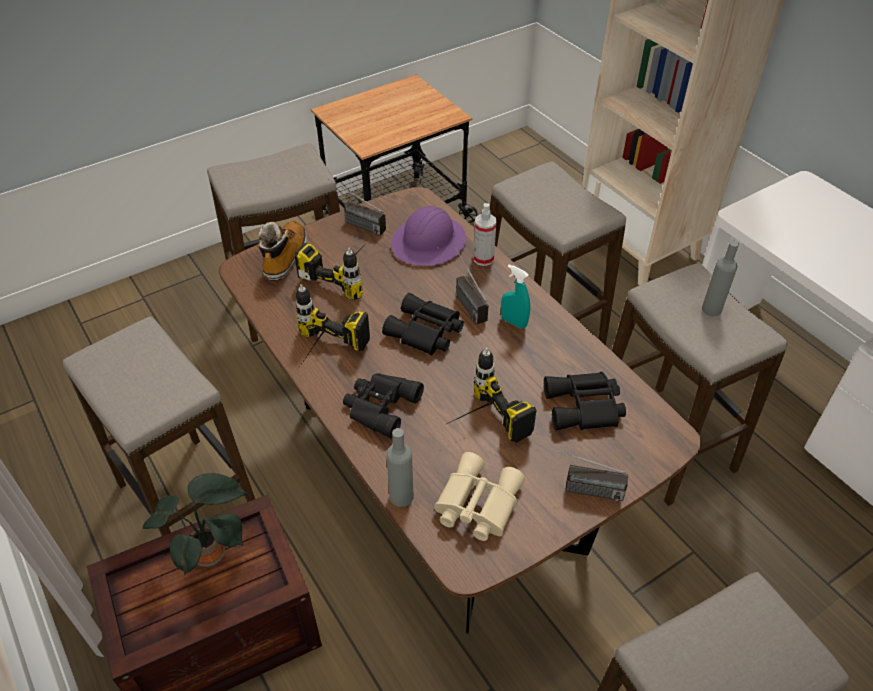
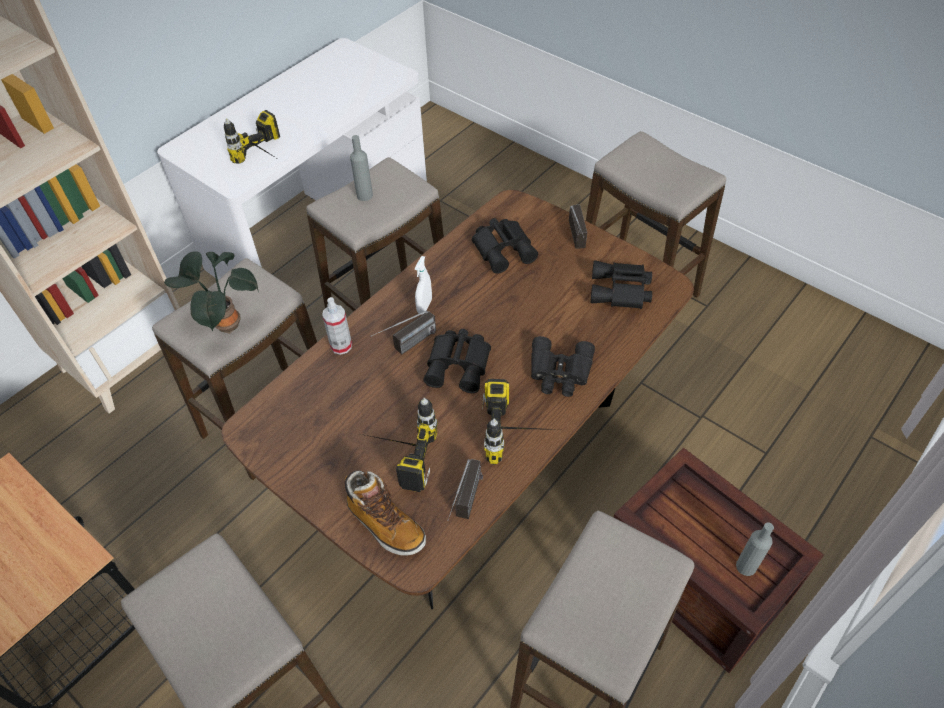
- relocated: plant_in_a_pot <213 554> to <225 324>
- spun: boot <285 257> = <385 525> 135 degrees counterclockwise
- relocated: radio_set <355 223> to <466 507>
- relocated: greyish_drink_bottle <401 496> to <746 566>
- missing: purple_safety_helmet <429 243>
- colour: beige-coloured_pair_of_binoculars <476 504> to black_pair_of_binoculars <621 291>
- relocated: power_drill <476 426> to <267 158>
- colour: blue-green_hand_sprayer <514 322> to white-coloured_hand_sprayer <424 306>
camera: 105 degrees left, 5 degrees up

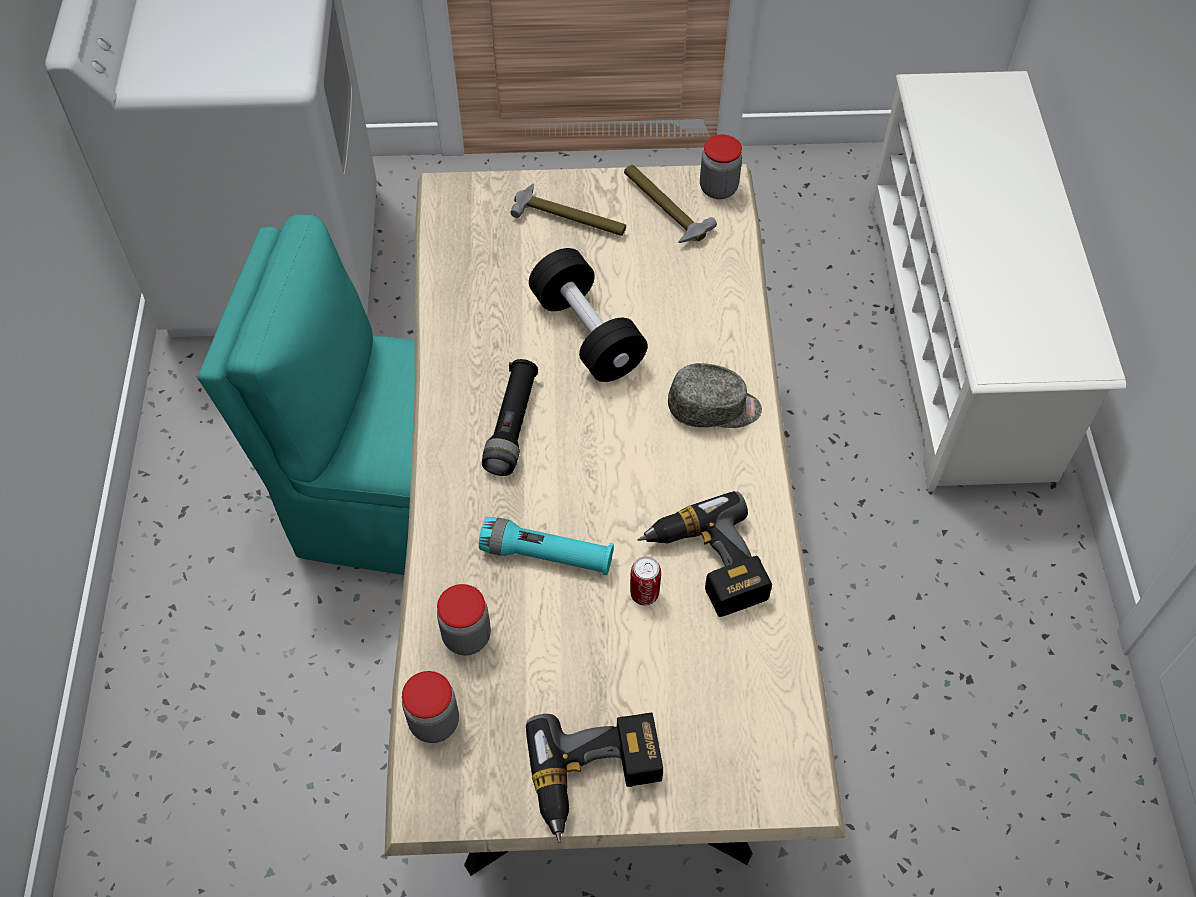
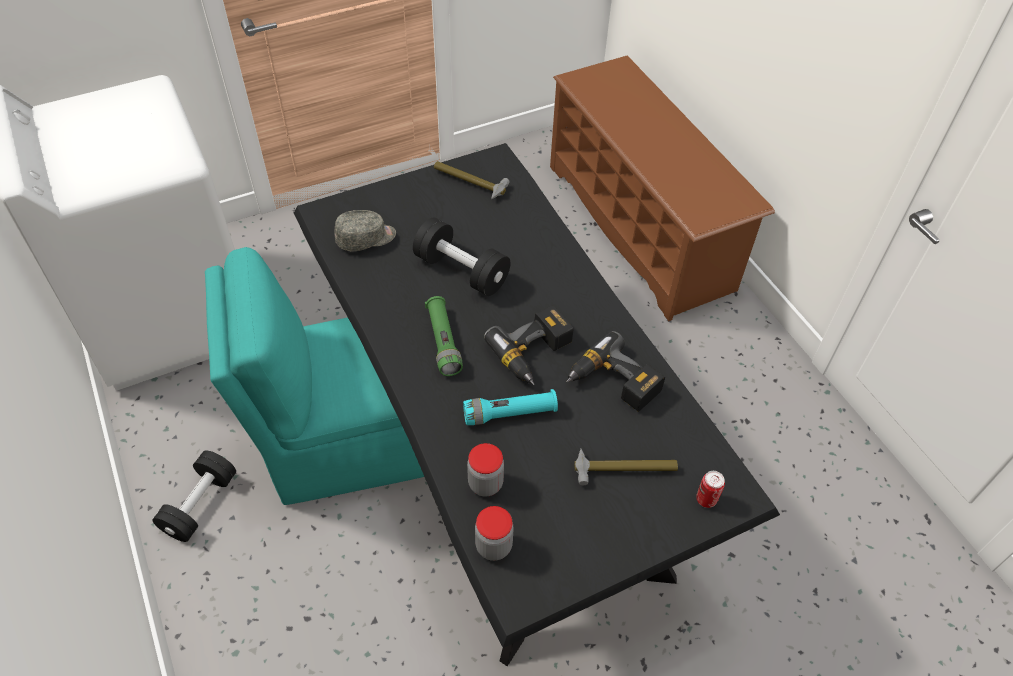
- colour: beige-coloured_kitchen_table <598 600> to black_kitchen_table <503 457>
- colour: black_hand_torch <512 425> to green_hand_torch <443 342>
- relocated: tool_hammer <570 219> to <624 469>
- relocated: power_drill <596 779> to <535 354>
- relocated: can <644 594> to <706 499>
- relocated: greyish_peaked_cap <714 408> to <366 238>
- missing: storage_jar <718 188>
- colour: white-coloured_shoe_rack <958 336> to brownish_shoe_rack <640 226>
- appeared: black_free_weight <200 504>
camera: 25 degrees left, 5 degrees down

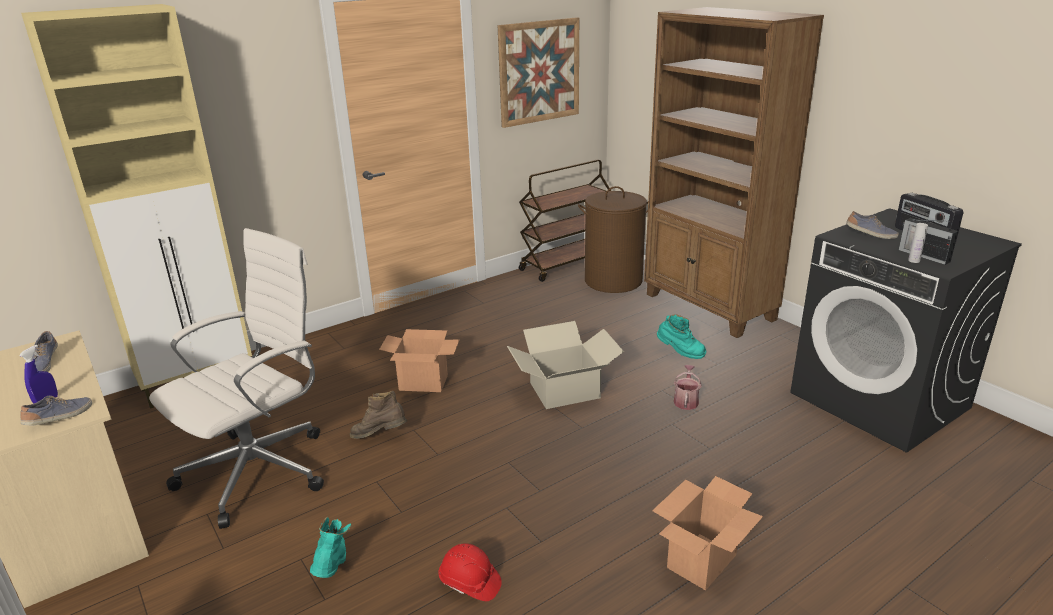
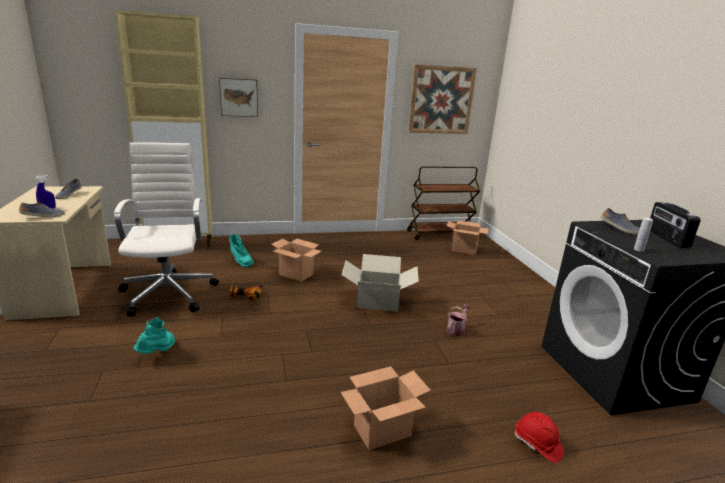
- spun: white-coloured_computer_chair <260 470> = <169 292> 75 degrees counterclockwise
- exchanged: brownish_boot <380 436> to power_drill <246 294>
- relocated: red-coloured_safety_helmet <469 583> to <537 444>
- exchanged: brownish_laundry_basket <613 281> to packing_box <464 250>
- missing: brownish_bookshelf <709 307>
- relocated: blue-green_boot <680 353> to <240 261>
- missing: radio_set <923 255>
- appeared: wall_picture <239 97>
camera: 20 degrees right, 5 degrees down

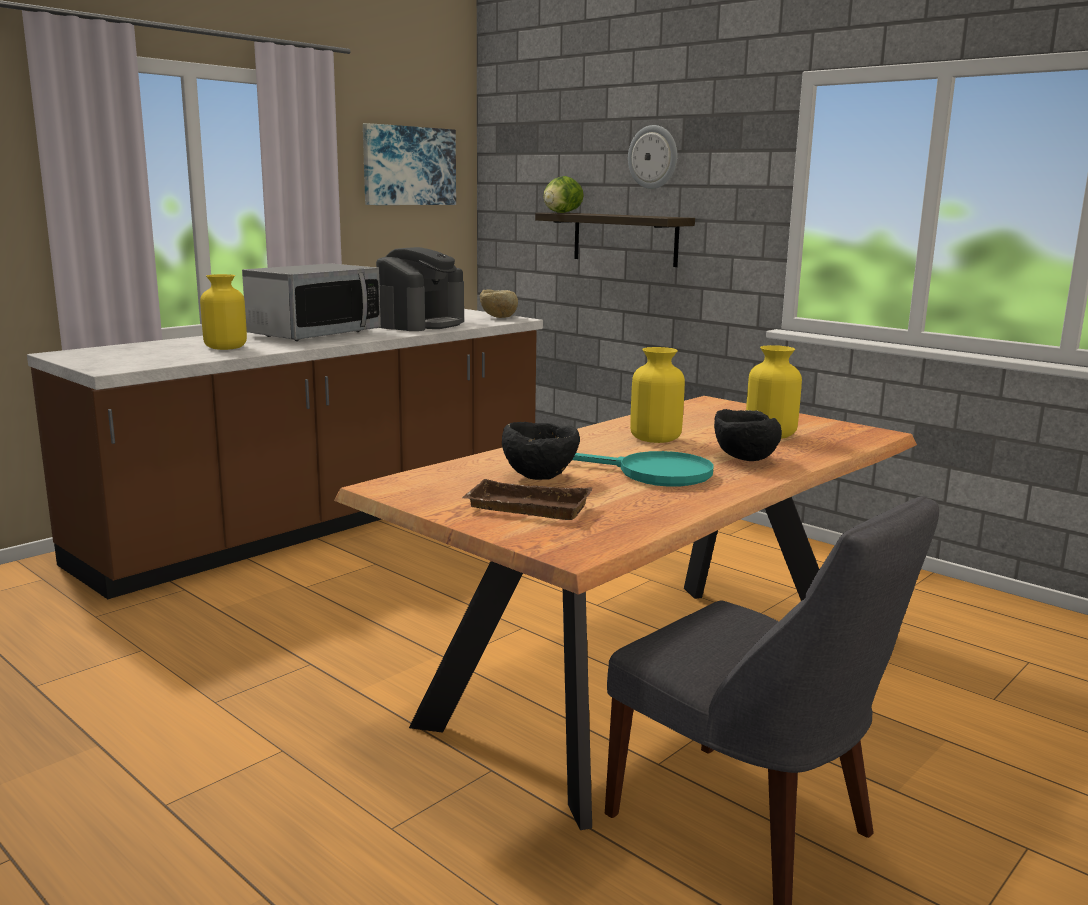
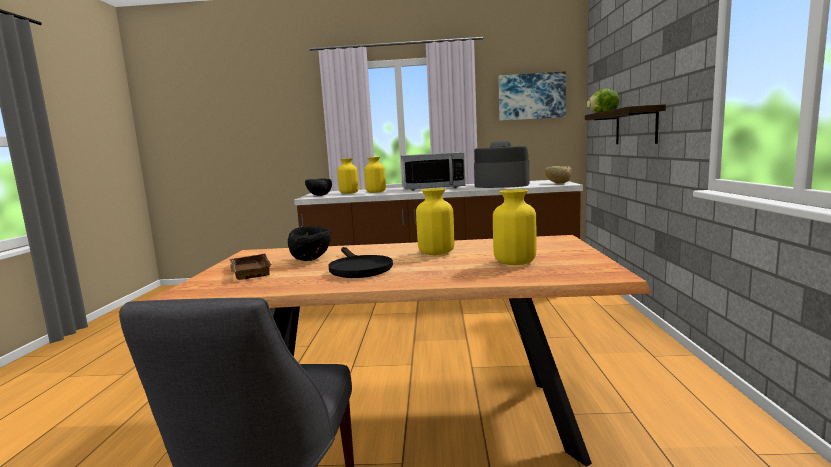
- spun: coffee_machine <421 324> = <501 185> 150 degrees counterclockwise
- colour: blue-green_skillet <651 474> to black_skillet <358 268>
- missing: hanging_clock <653 157>
- relocated: black_serving_bowl <743 460> to <319 195>
- appeared: yellowish_flower_vase <349 193>
camera: 50 degrees right, 5 degrees down

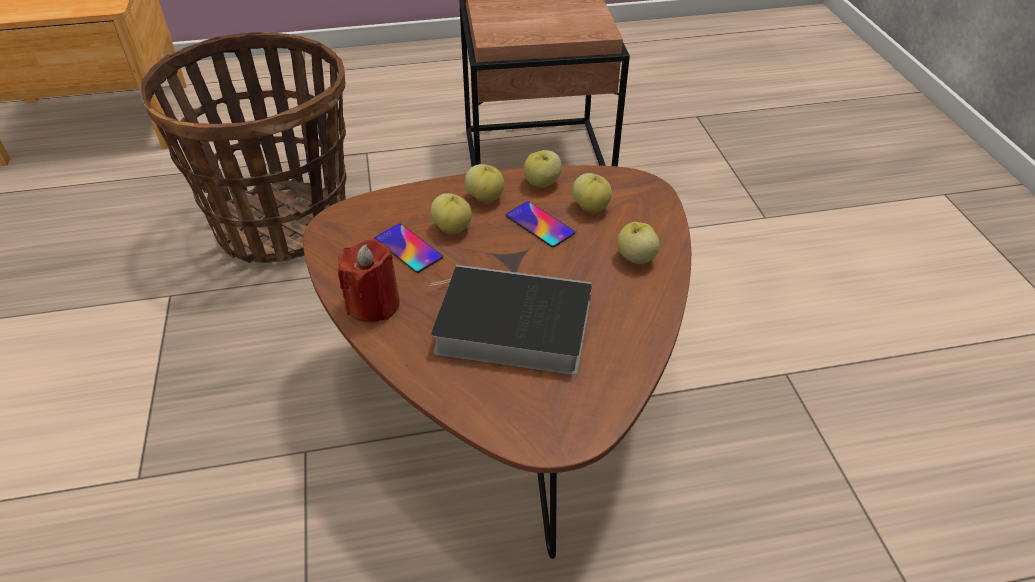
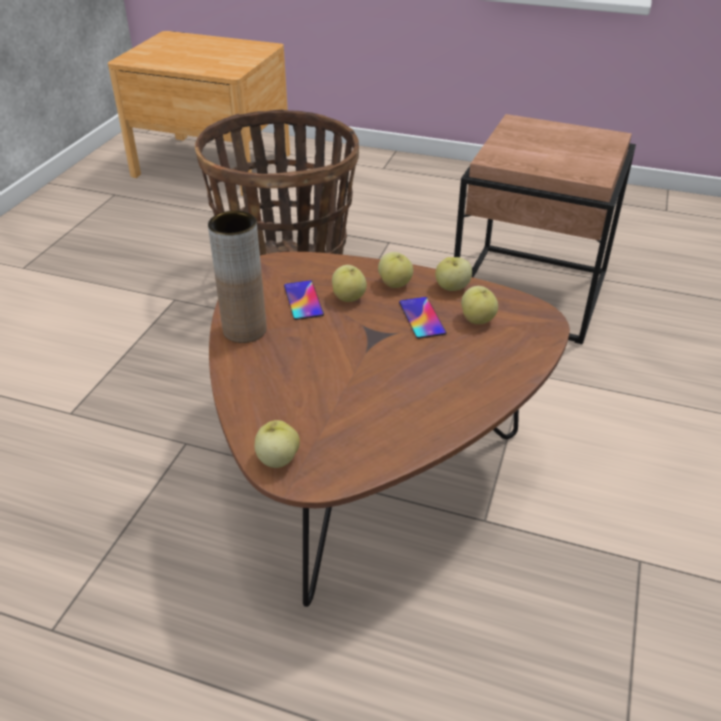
- exchanged: red-coloured_candle <373 304> to brownish_flower_vase <244 330>
- missing: book <508 326>
- relocated: apple_fruit <635 258> to <277 459>
camera: 30 degrees right, 5 degrees down

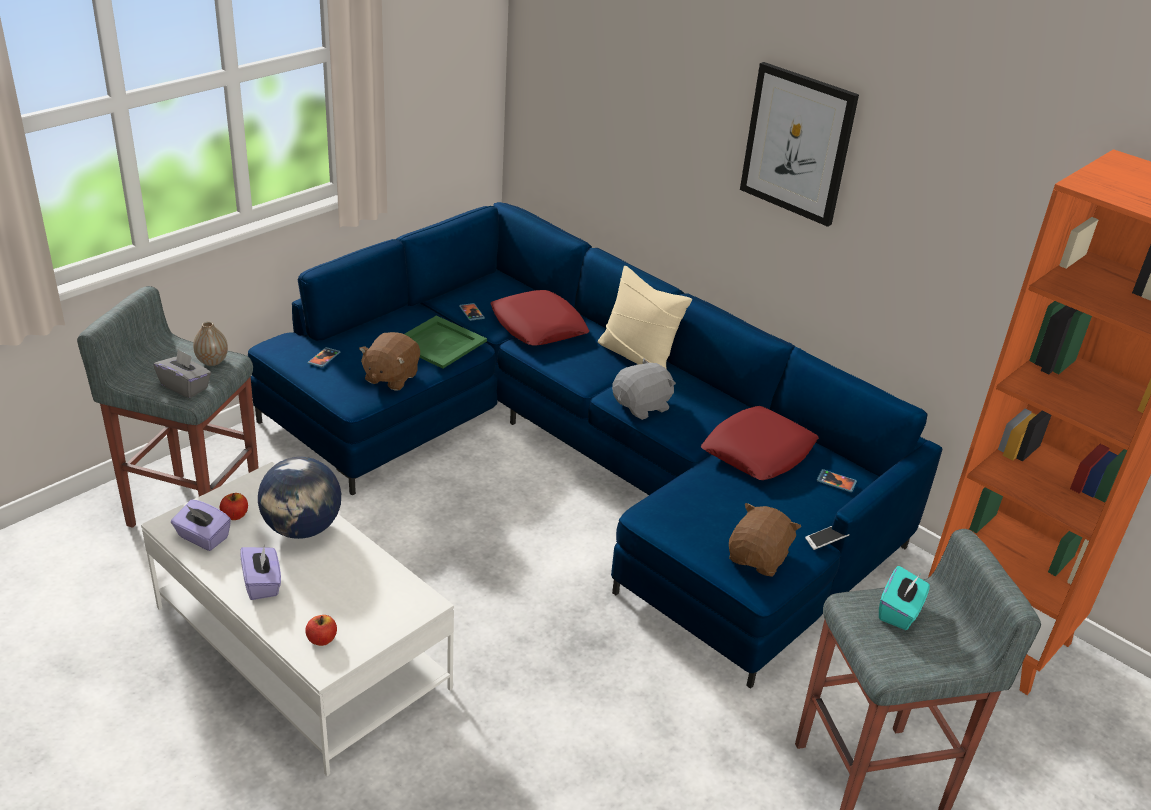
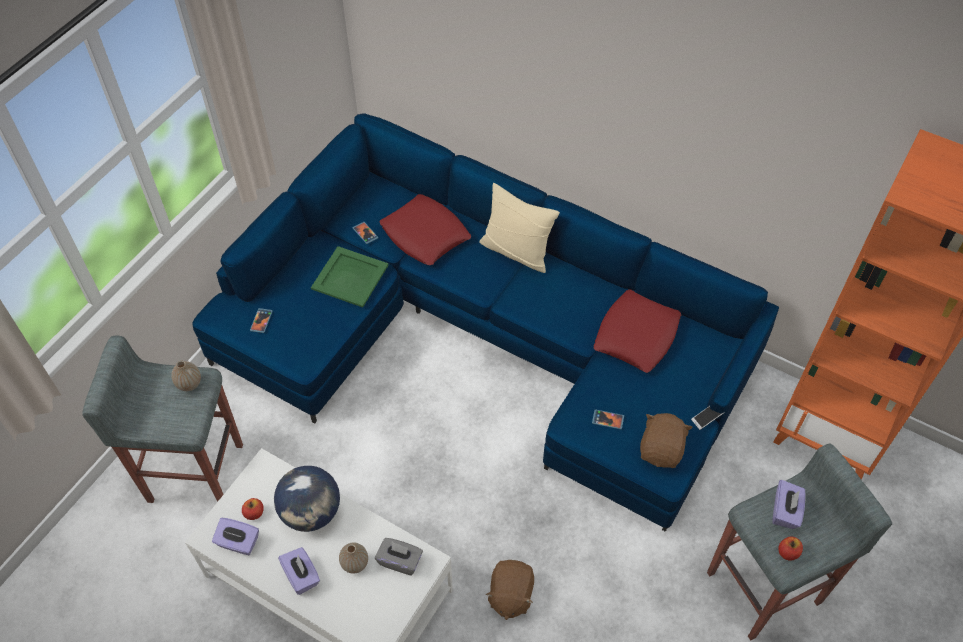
- relocated: greyish_tissue_box <185 387> to <400 561>
- relocated: apple_fruit <322 639> to <788 552>
- relocated: brownish_cuddly_toy <390 377> to <510 595>
- missing: greyish_cuddly_toy <642 406>
- missing: wall_picture <798 143>
- relocated: phone <836 482> to <607 420>
- colour: blue-green_tissue_box <899 612> to purple_tissue_box <785 511>
- appeared: flower_vase <355 564>
camera: 10 degrees left, 20 degrees up

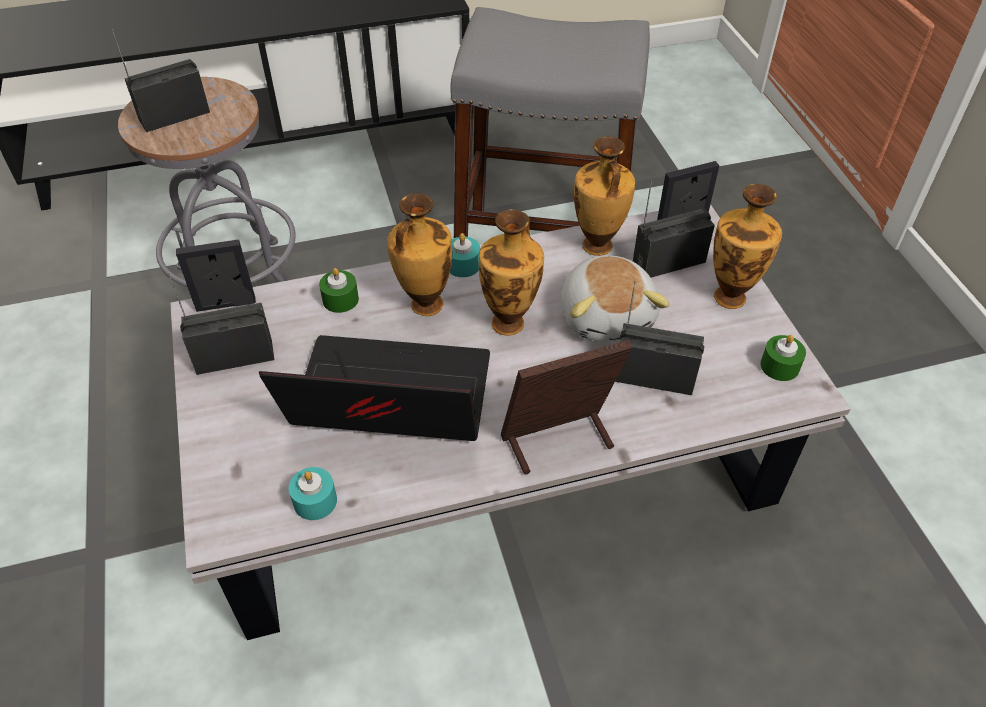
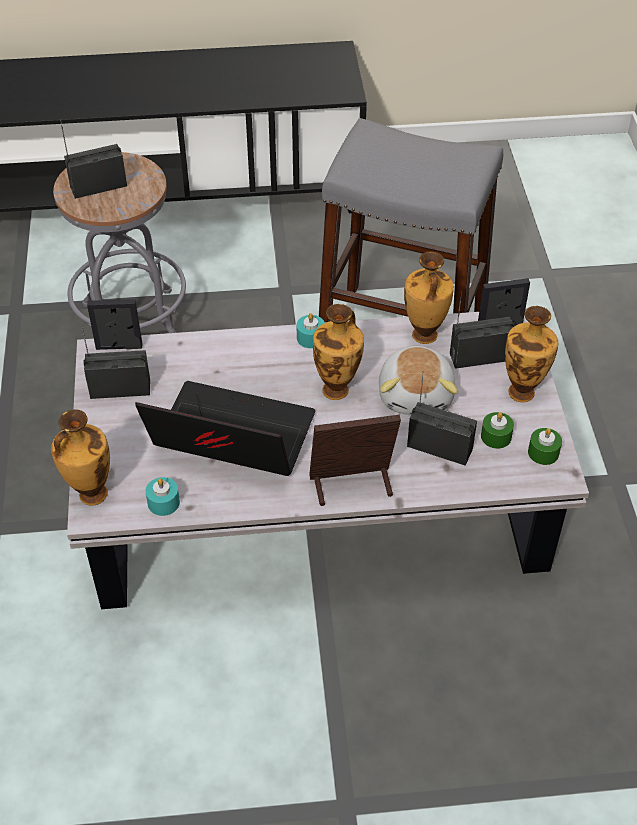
- relocated: green_candle <340 299> to <496 436>
- relocated: flower_vase <424 305> to <91 494>
camera: 10 degrees right, 0 degrees up

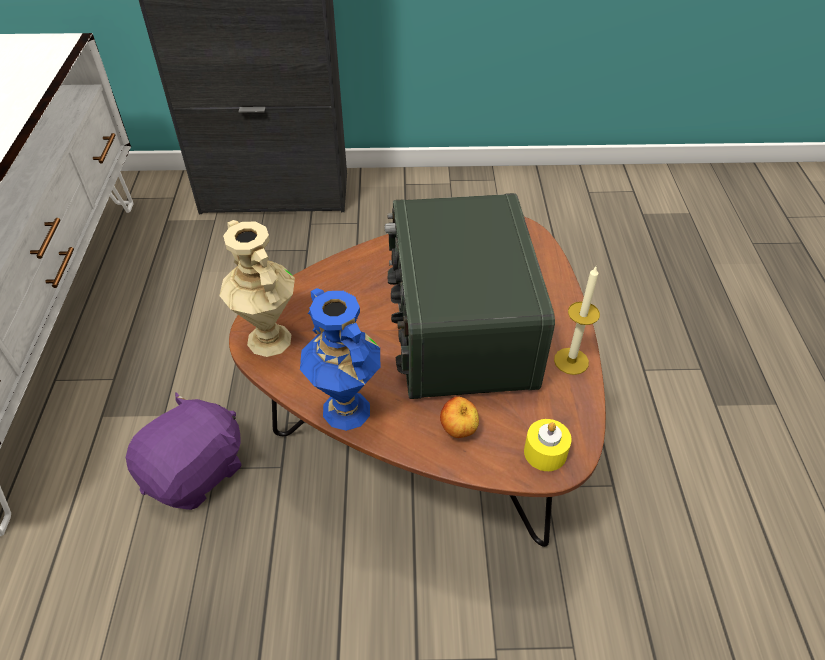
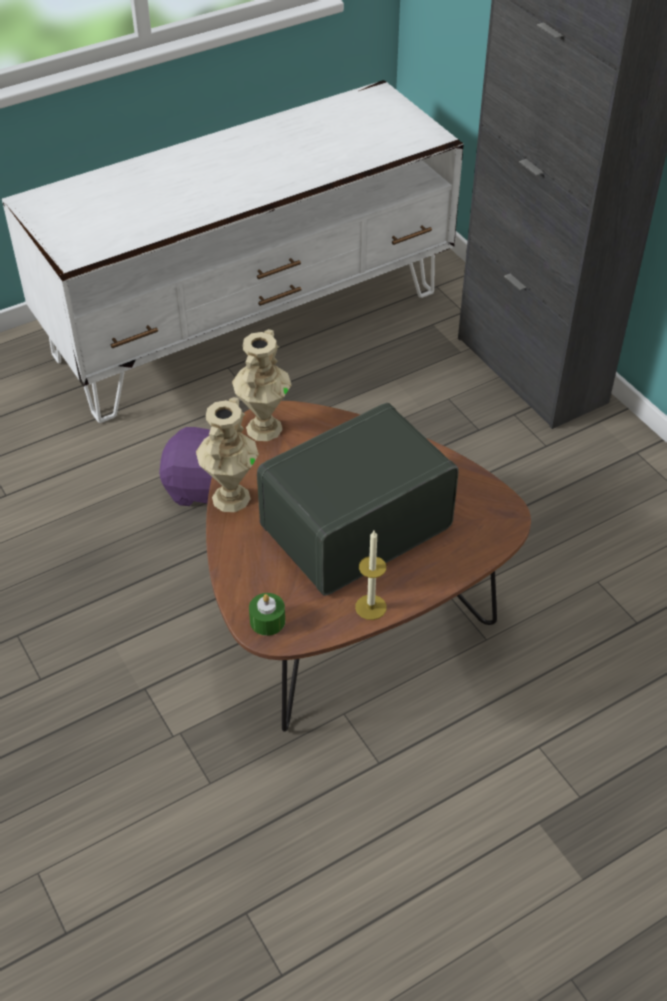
- colour: bluish_flower_vase <345 410> to beige-coloured_flower_vase <230 497>
- missing: apple_fruit <458 430>
- colour: yellowish_candle <545 452> to green_candle <267 621>
camera: 60 degrees right, 0 degrees up

